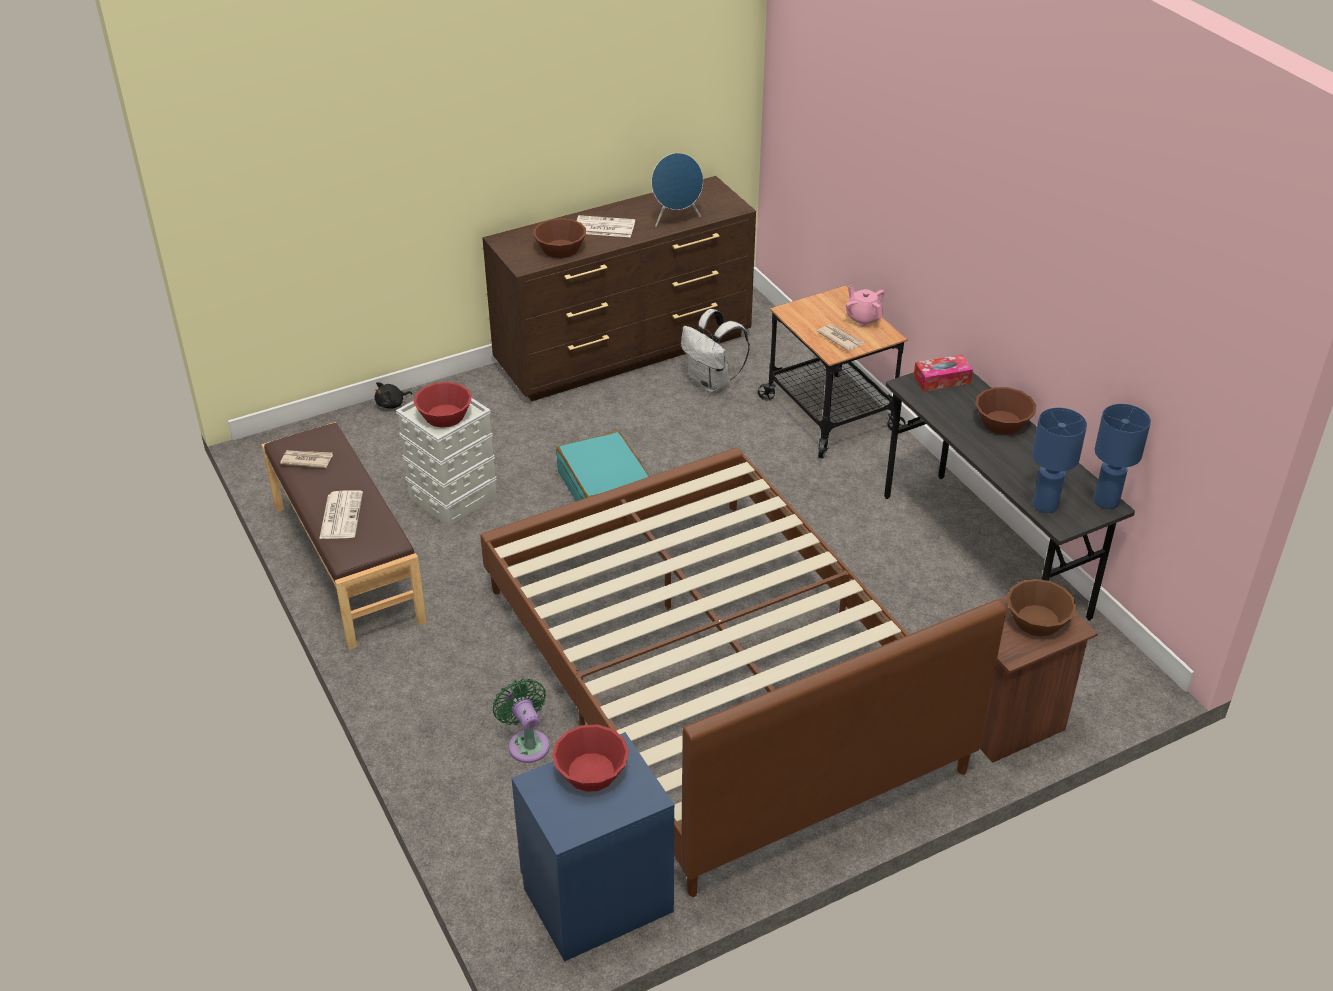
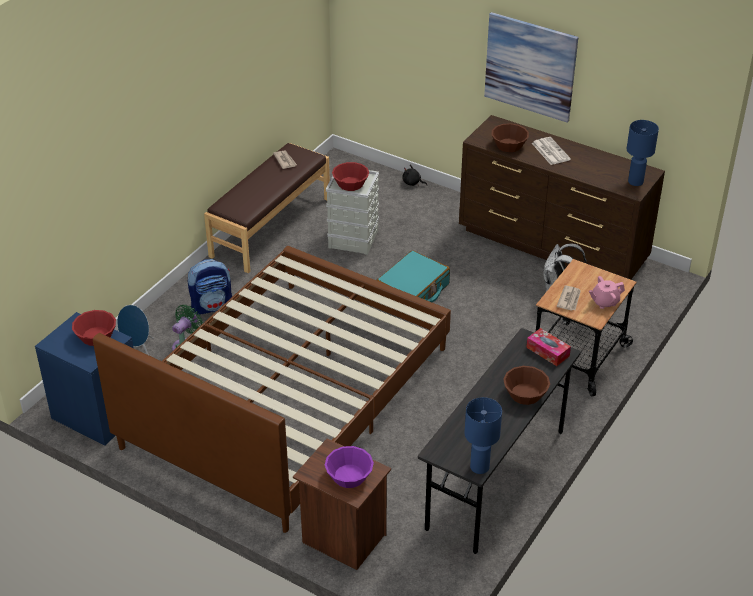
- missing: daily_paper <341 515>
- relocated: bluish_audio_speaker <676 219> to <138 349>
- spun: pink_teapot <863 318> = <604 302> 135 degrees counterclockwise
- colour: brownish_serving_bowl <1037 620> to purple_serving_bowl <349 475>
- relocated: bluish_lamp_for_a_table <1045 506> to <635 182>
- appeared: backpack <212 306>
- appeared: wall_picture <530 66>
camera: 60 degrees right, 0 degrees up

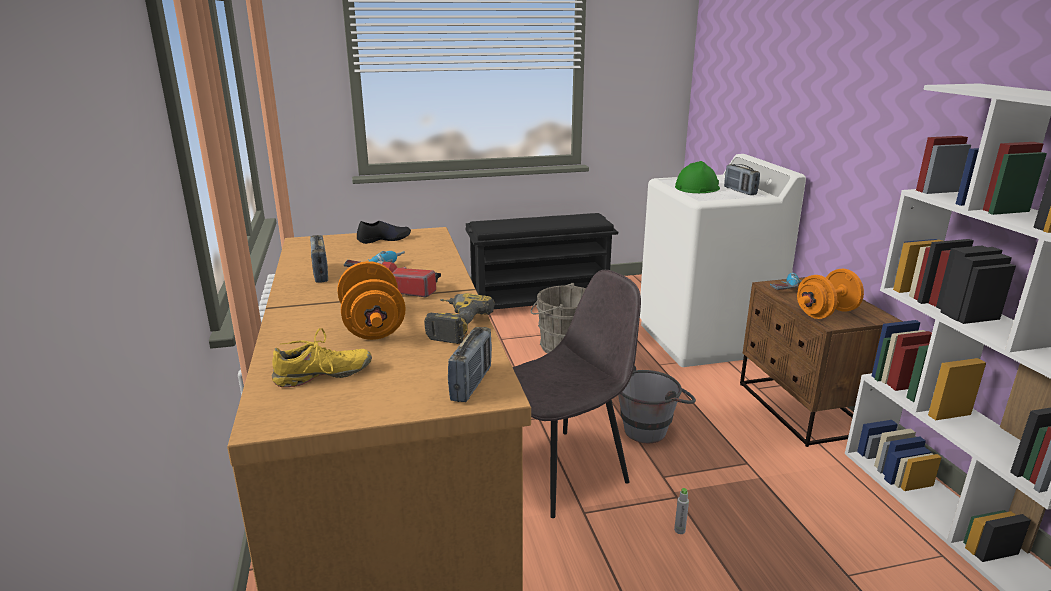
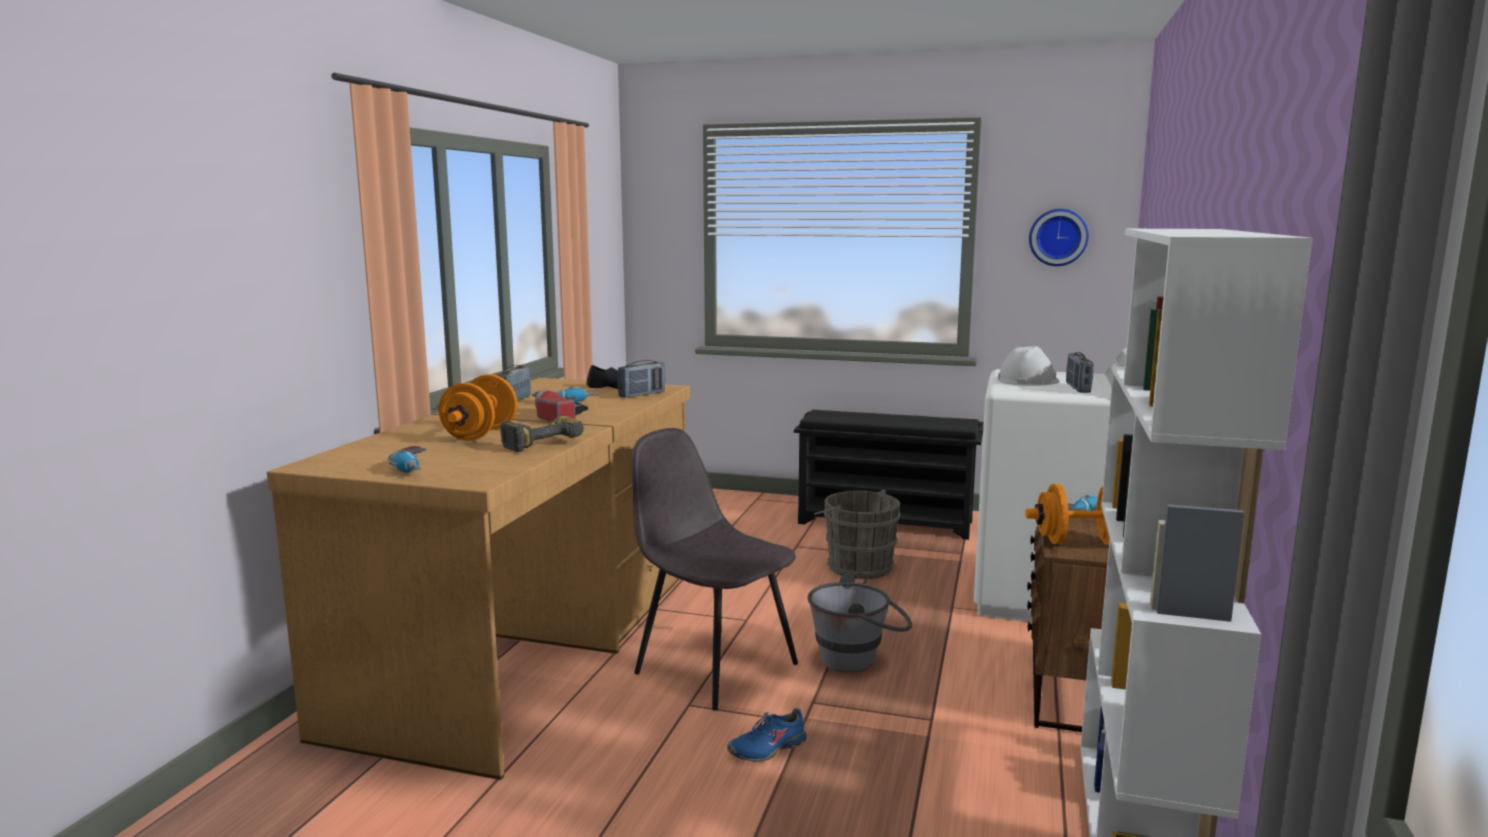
- missing: yellowish_shoe <323 376>
- relocated: radio_set <471 384> to <642 395>
- spun: greyish_chair <563 470> = <713 667> 135 degrees counterclockwise
- exchanged: greyish_drink_bottle <679 530> to bluish_shoe <767 748>
- colour: green_safety_helmet <696 188> to white-coloured_safety_helmet <1027 381>
- appeared: power_drill <413 469>
- appeared: hanging_clock <1058 237>
camera: 30 degrees right, 10 degrees down

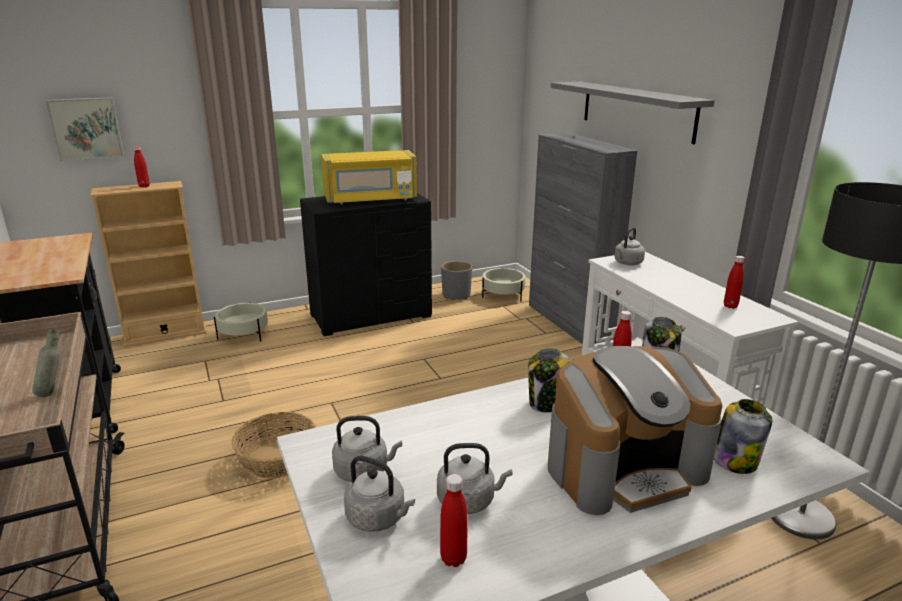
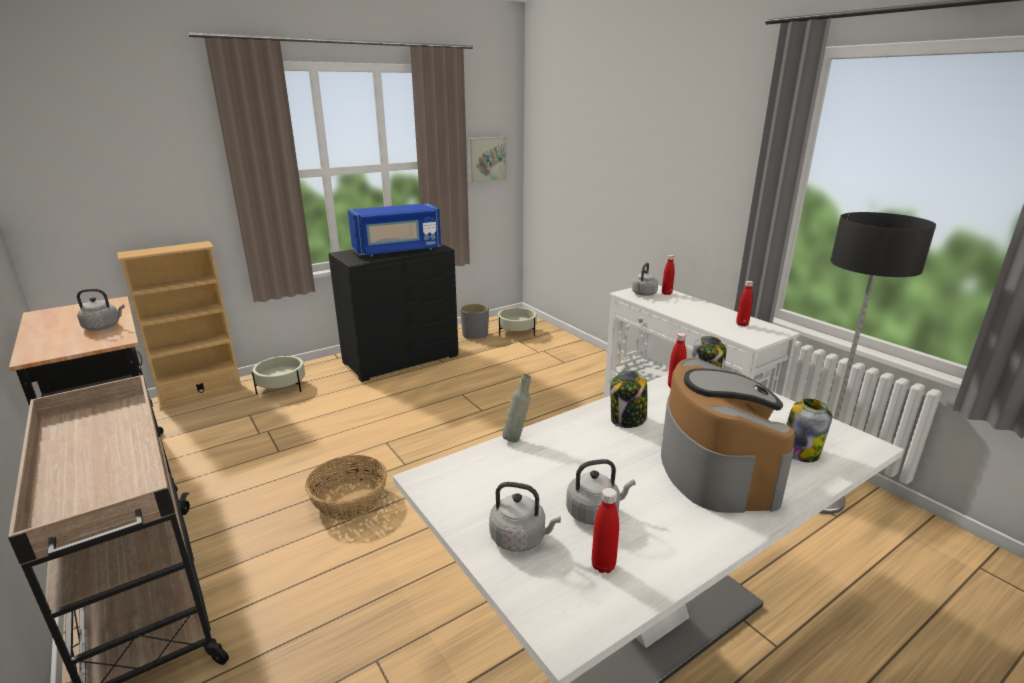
- relocated: greyish_drink_bottle <54 393> to <517 437>
- relocated: wall_picture <86 128> to <486 159>
- relocated: red-coloured_drink_bottle <144 186> to <666 293>
- colour: yellowish_microwave <370 200> to bluish_microwave <397 251>
- relocated: greyish_water_kettle <364 471> to <104 327>
- missing: greyish_storage_cabinet <569 322>
- spun: coffee_machine <624 467> = <714 468> 60 degrees counterclockwise
- missing: greyish_bracket_shelf <636 110>
camera: 10 degrees left, 0 degrees up

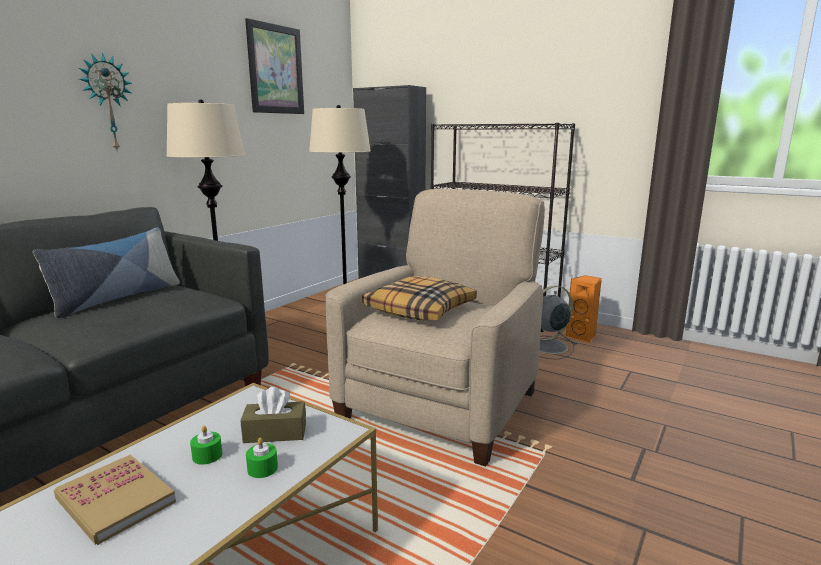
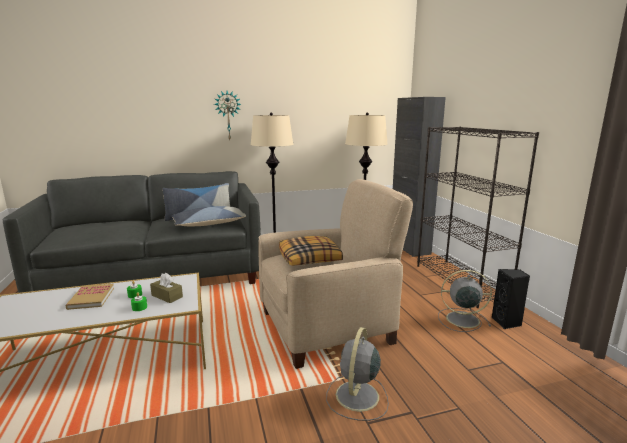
- missing: wall_picture <276 69>
- colour: orangey_audio_speaker <582 337> to black_audio_speaker <507 323>
- appeared: pillow <209 224>
- appeared: greyish_cooling_fan <356 397>
camera: 40 degrees right, 0 degrees up

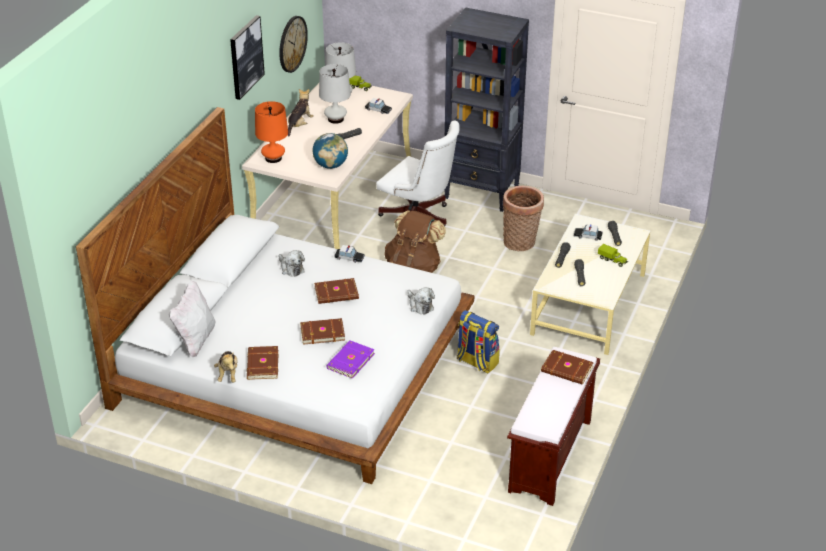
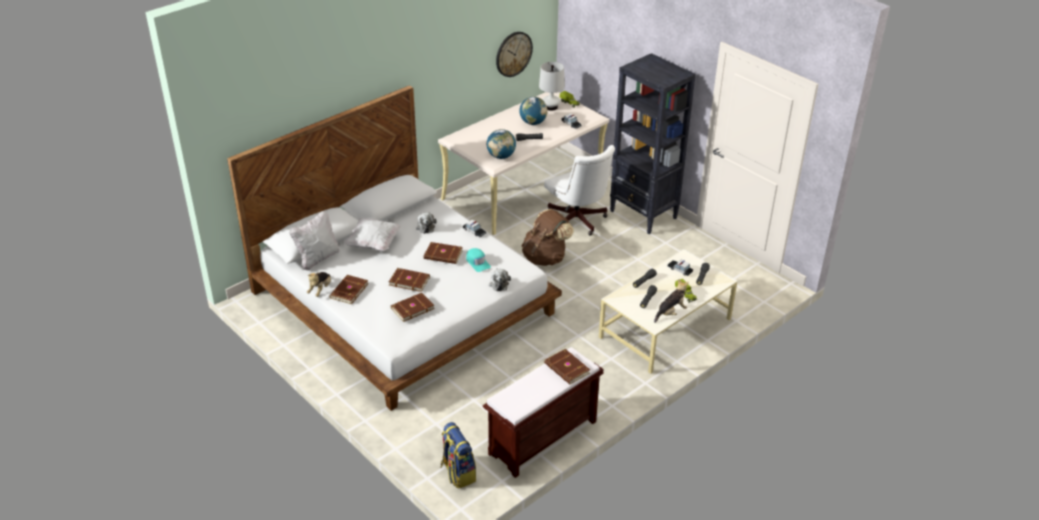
- missing: wall_picture <245 57>
- missing: orangey_lamp_for_a_table <273 158>
- relocated: cuddly_toy <300 125> to <671 313>
- exchanged: white-coloured_lamp_for_a_table <335 119> to world_globe <533 123>
- colour: purple_book <349 361> to brownish_book <412 308>
- relocated: backpack <476 362> to <457 473>
- missing: storage_basket <521 243>
- appeared: white-coloured_pillow <373 243>
- appeared: blue-green_peaked_cap <477 262>
camera: 25 degrees right, 0 degrees up

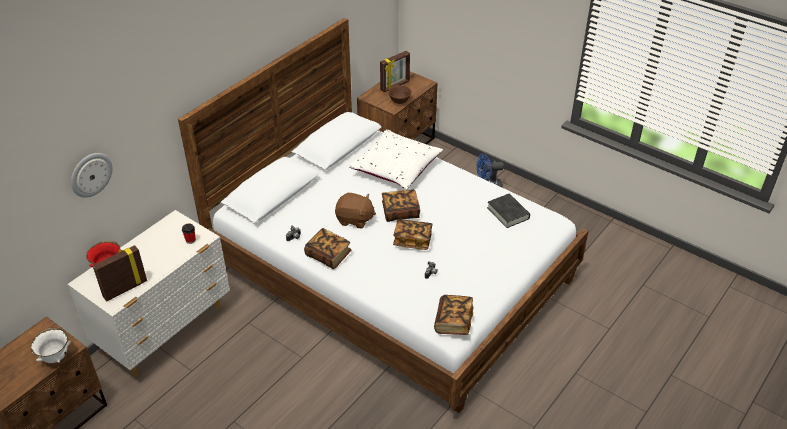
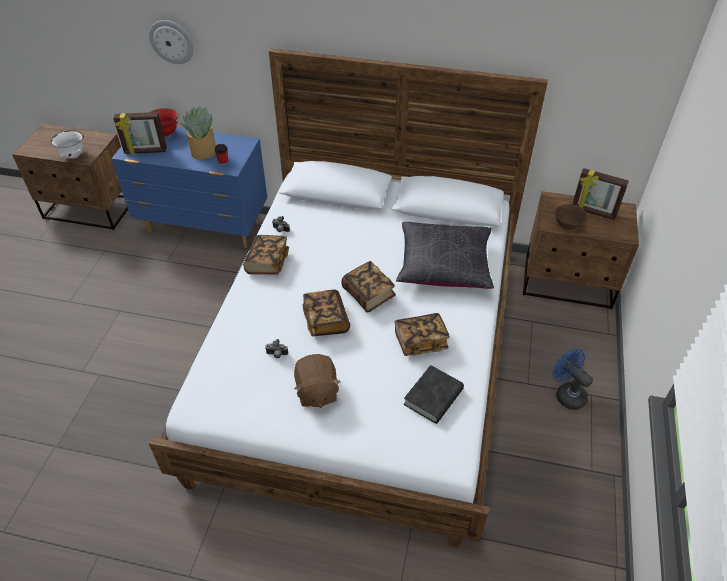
- colour: white-coloured_drawer_chest <166 331> to bluish_drawer_chest <205 227>
- spun: picture_frame <125 289> = <145 151> 150 degrees clockwise
- relocated: brownish_cuddly_toy <354 219> to <316 391>
- colour: white-coloured_pillow <396 168> to black_pillow <444 265>
- relocated: book <453 322> to <420 341>
- appeared: plant_in_a_pot <203 152>
camera: 65 degrees right, 5 degrees up

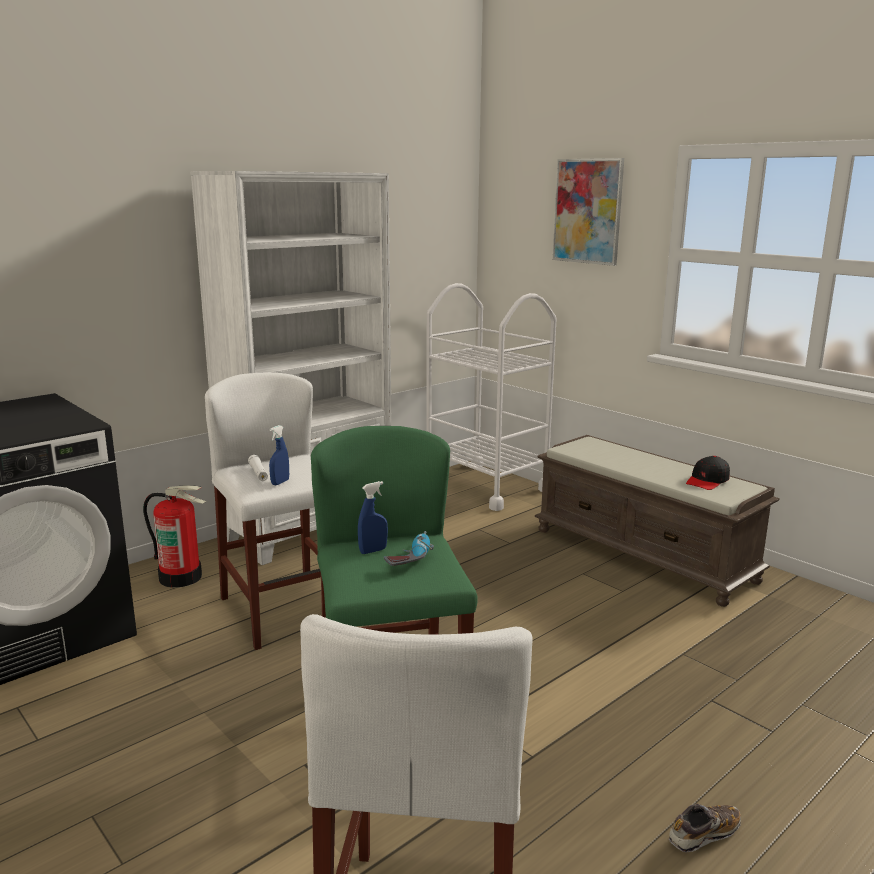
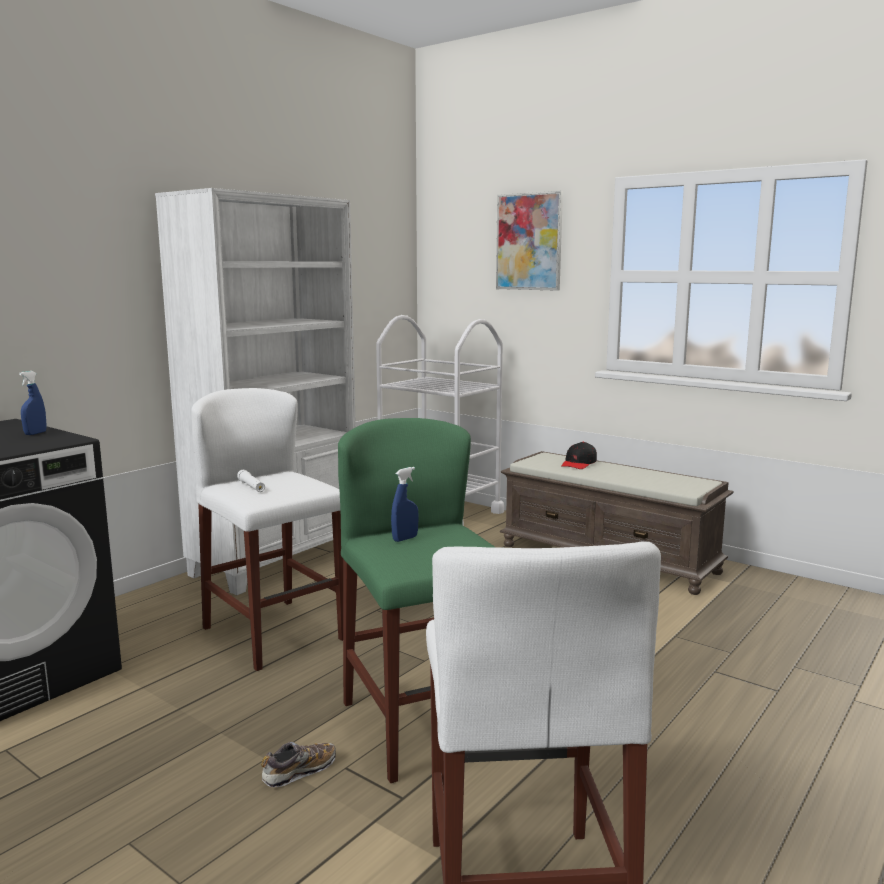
- missing: extinguisher <181 577>
- relocated: bluish_hand_sprayer <280 482> to <35 433>
- missing: power_drill <410 557>
- relocated: shoe <703 835> to <299 772>
- relocated: black_peaked_cap <707 481> to <579 463>
camera: 10 degrees left, 5 degrees down

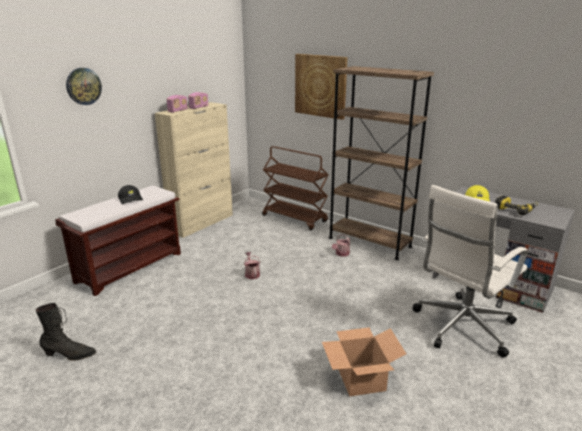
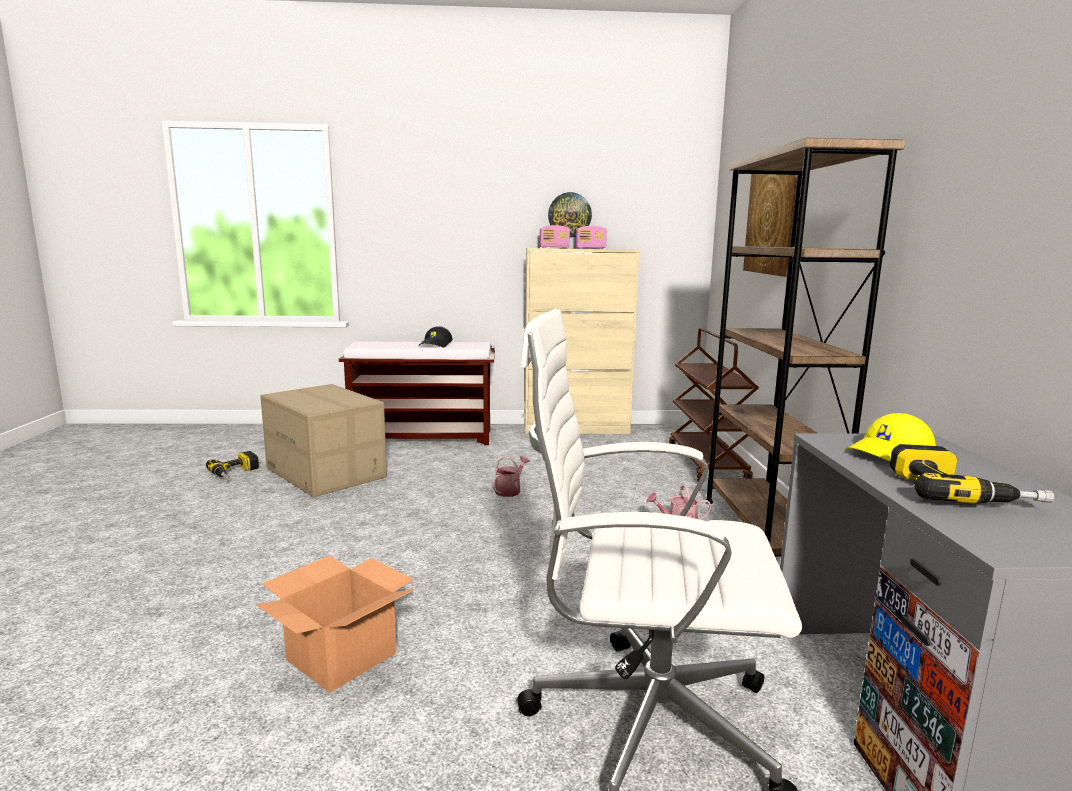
- exchanged: black_boot <69 355> to power_drill <236 473>
- relocated: hanging_clock <83 86> to <569 215>
- appeared: packing_box <327 473>
camera: 50 degrees right, 10 degrees down

